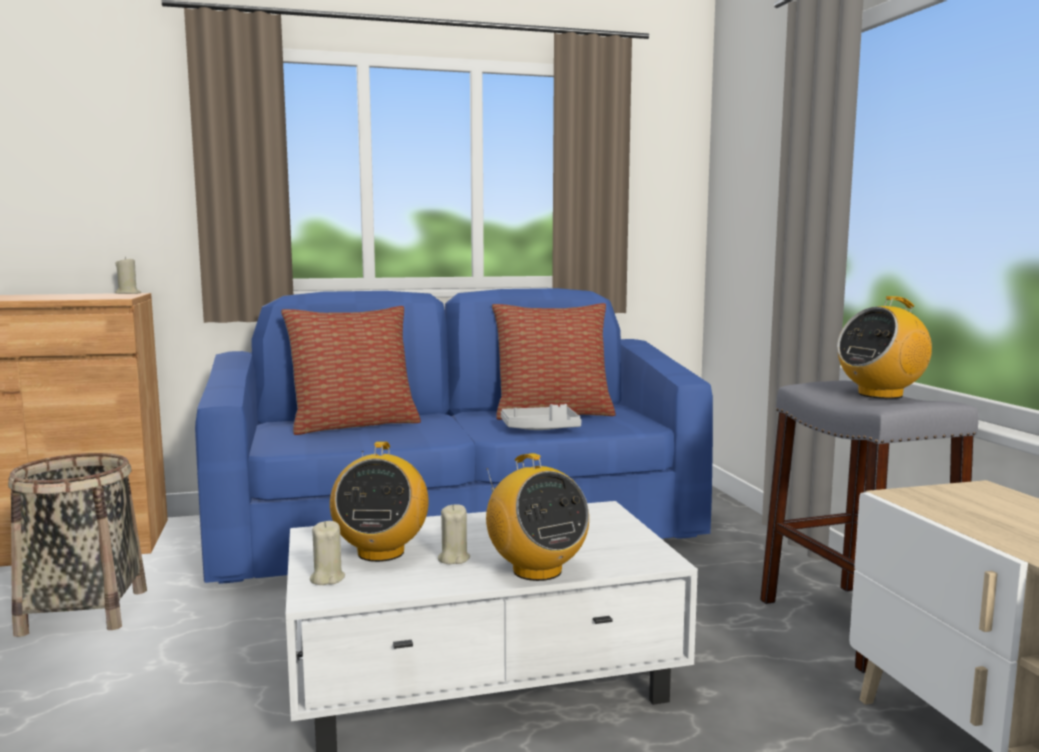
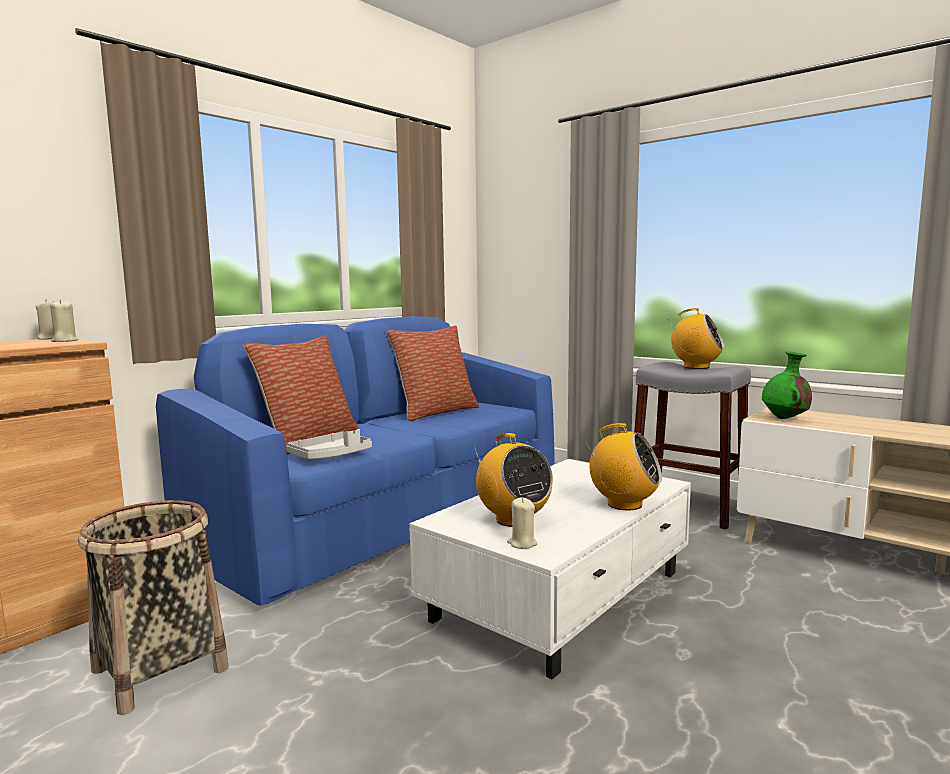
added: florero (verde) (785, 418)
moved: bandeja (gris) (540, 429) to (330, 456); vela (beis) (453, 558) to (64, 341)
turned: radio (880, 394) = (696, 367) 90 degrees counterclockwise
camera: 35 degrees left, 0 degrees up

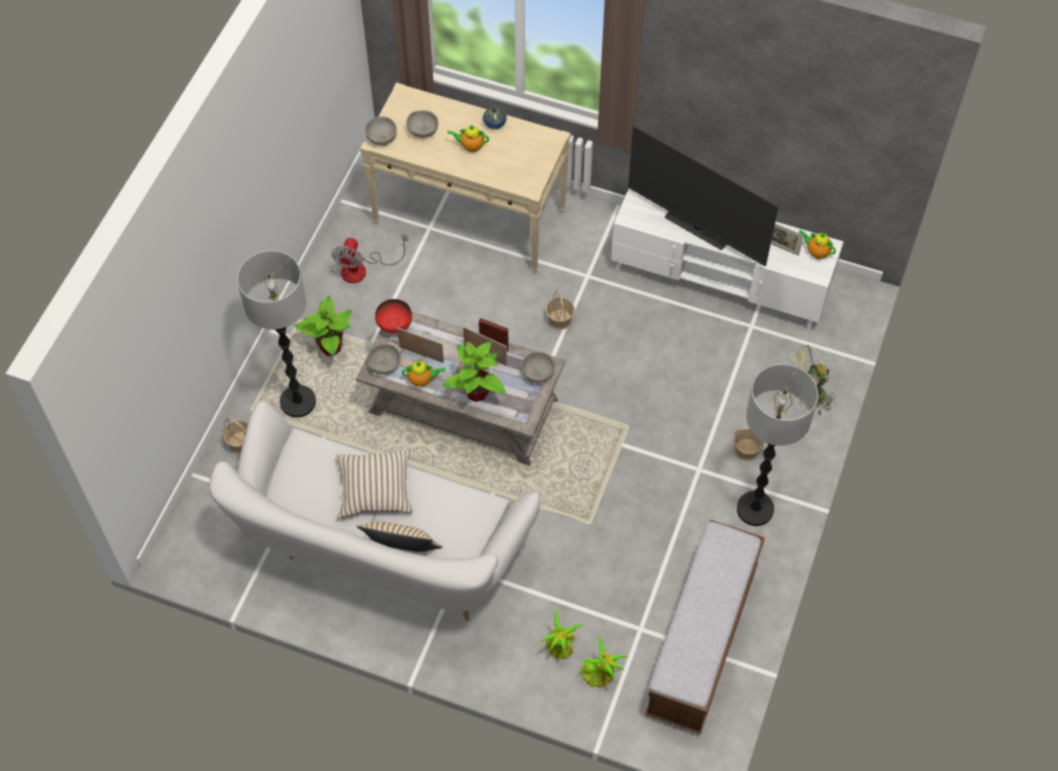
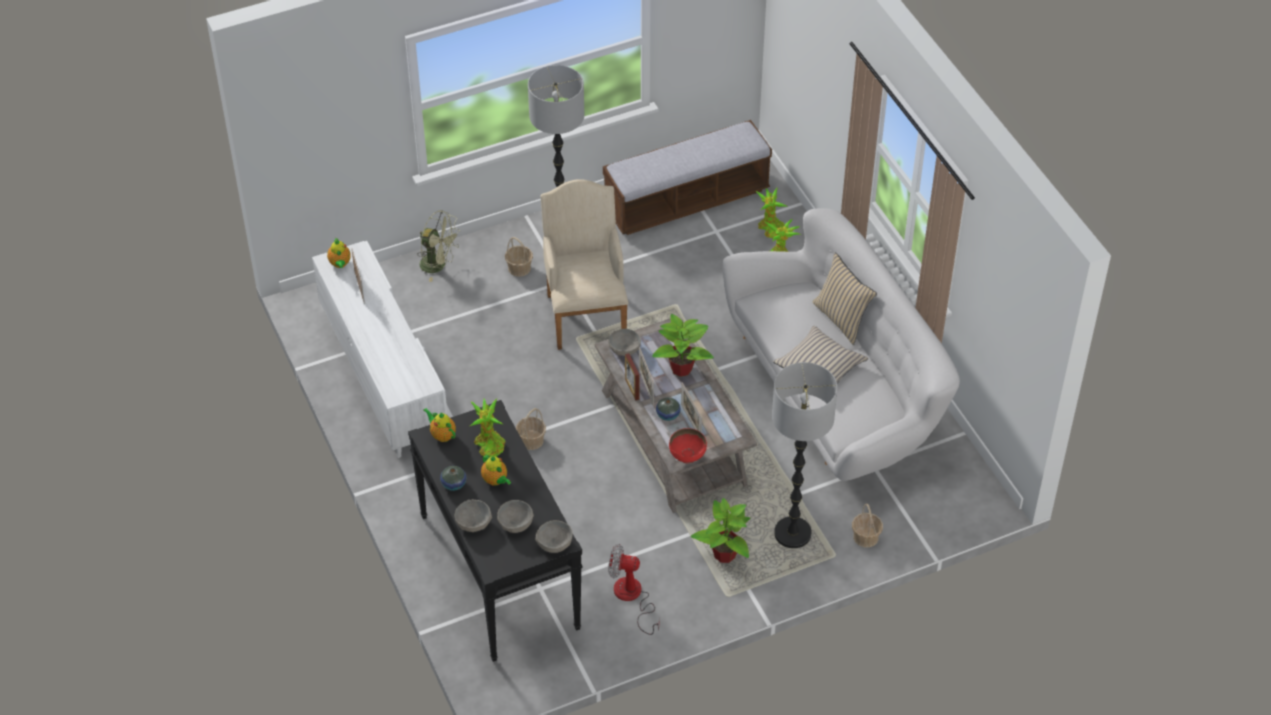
removed: televisor (696, 229)
added: sillón (beis) (585, 312); florero (668, 415); planta en maceta (488, 444)
moved: cuenco (gris) (384, 365) to (473, 523); tetera (422, 380) to (442, 435)
recoloured: mesa consola (beis) (470, 217) to mesa consola (negro) (498, 571)
turned: ventilador (362, 269) = (632, 597) 135 degrees counterclockwise
camera: 135 degrees left, 10 degrees down

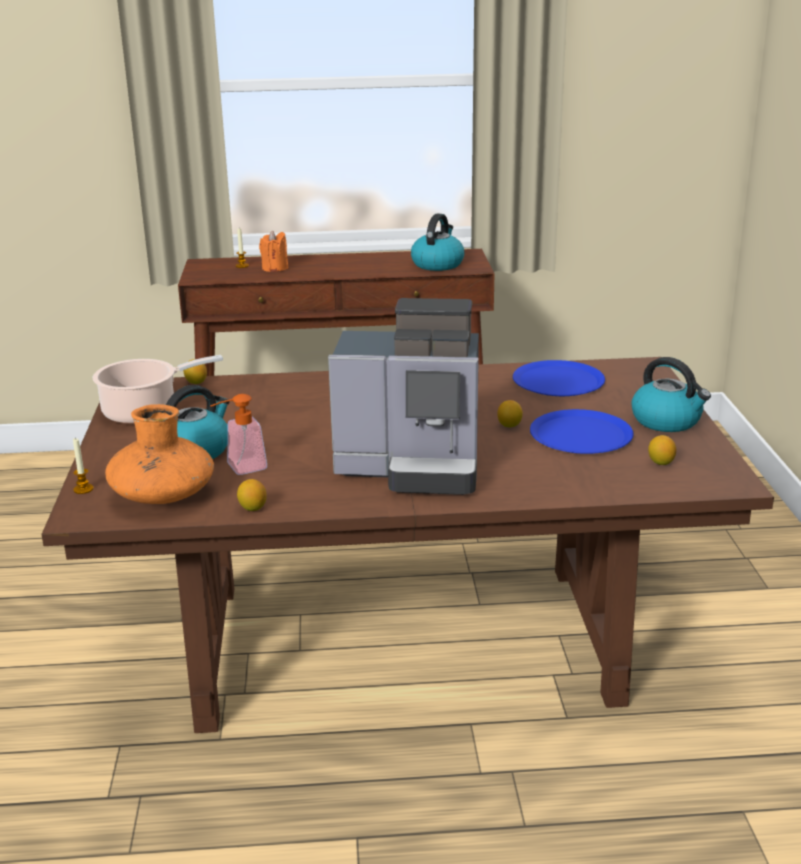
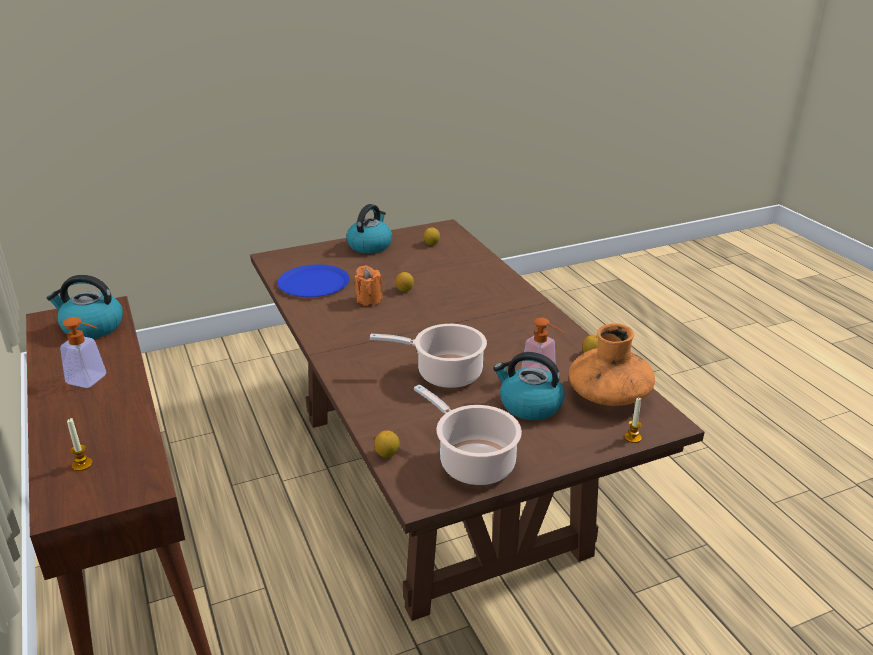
removed: cafetera (413, 468); plato (azul) (580, 434)
added: dispensador de jabón (92, 380); olla (444, 373)
moved: vela (naranja) (275, 268) to (368, 300)
camera: 110 degrees left, 5 degrees up

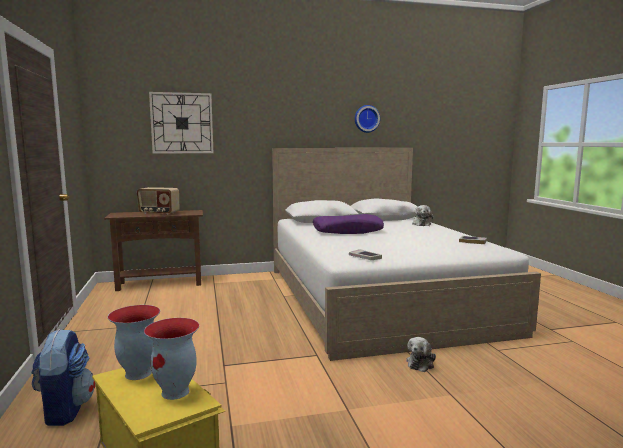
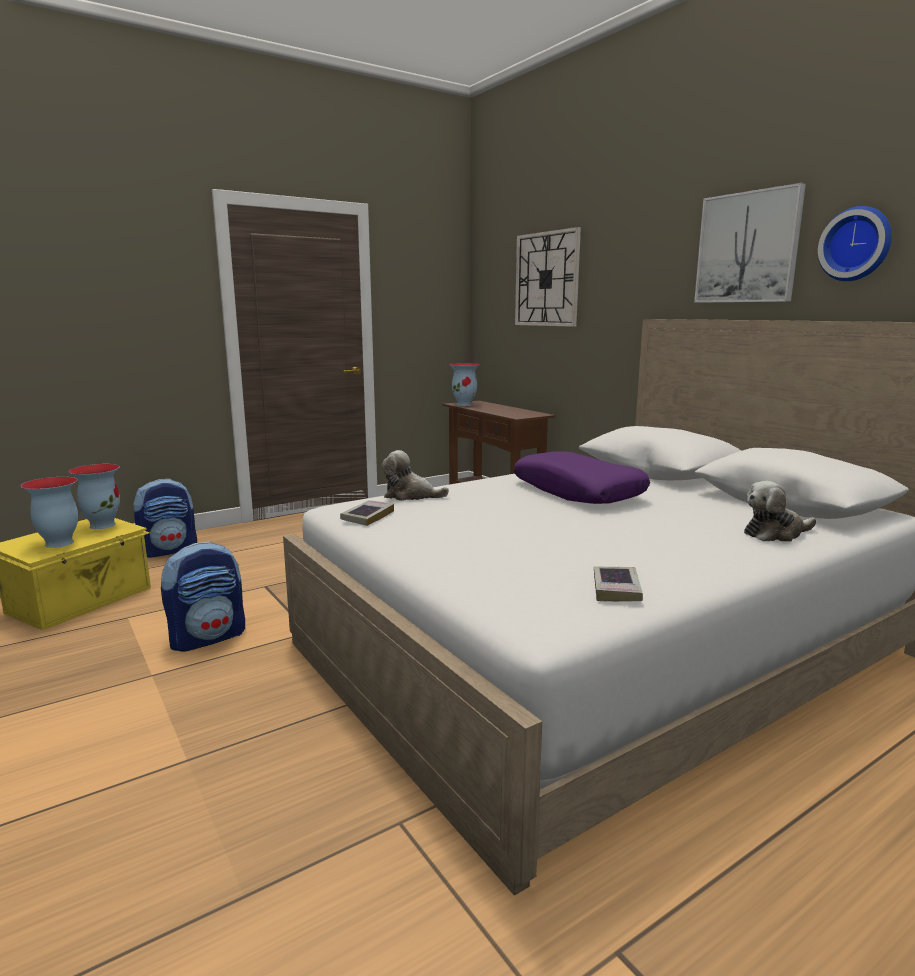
removed: radio (159, 213)
added: cuadro (747, 248); florero (464, 404); mochila (208, 637)
moved: peluche (421, 363) to (410, 496)
camera: 70 degrees right, 5 degrees up

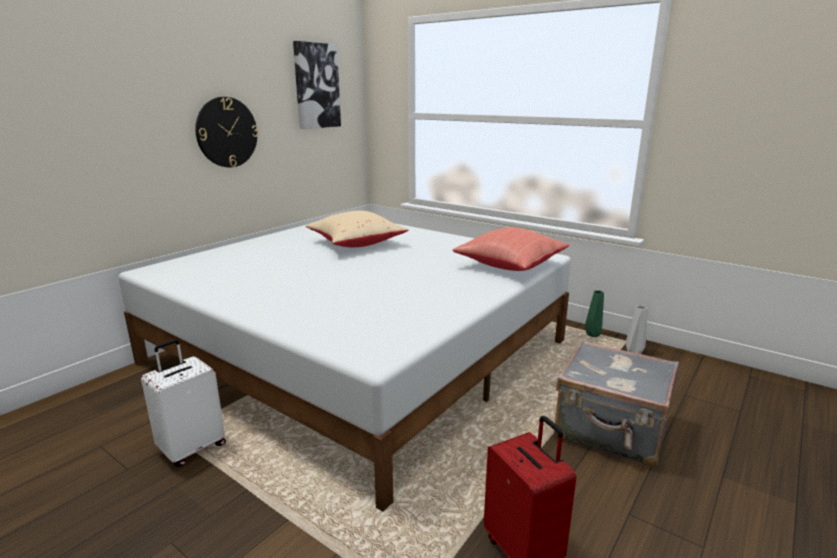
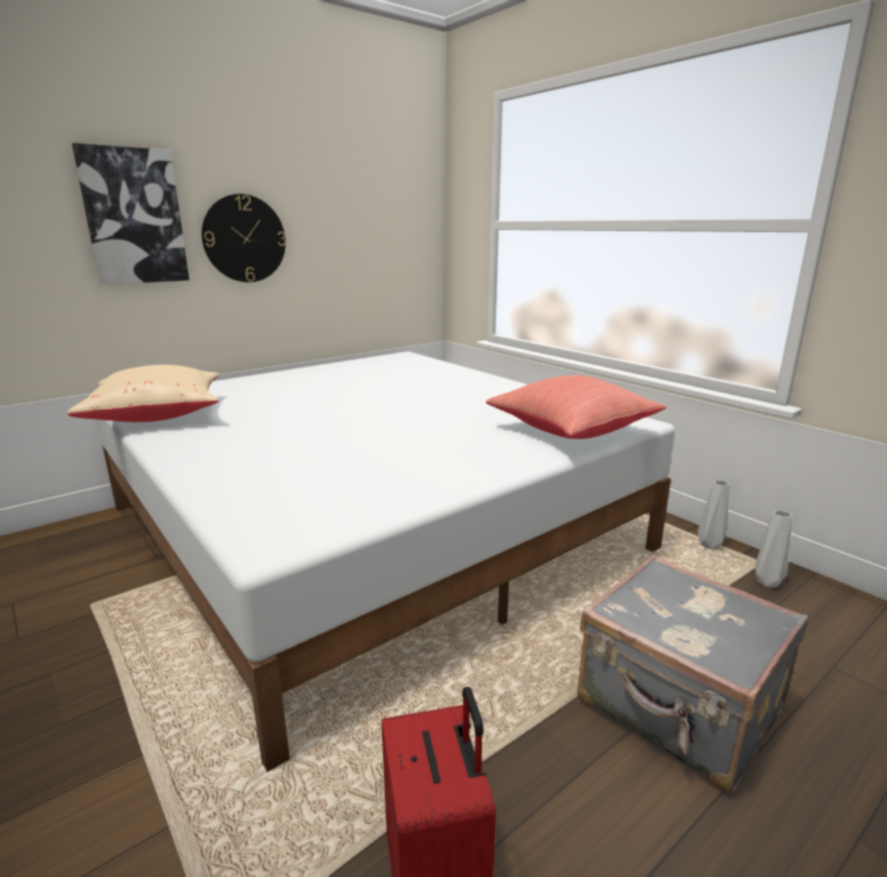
removed: maleta (blanco) (192, 448)
moved: cuadro (316, 86) to (134, 217); cojín (beis) (356, 244) to (158, 416)
recoloured: florero (verde) (593, 335) to florero (gris) (710, 546)
camera: 15 degrees right, 0 degrees up

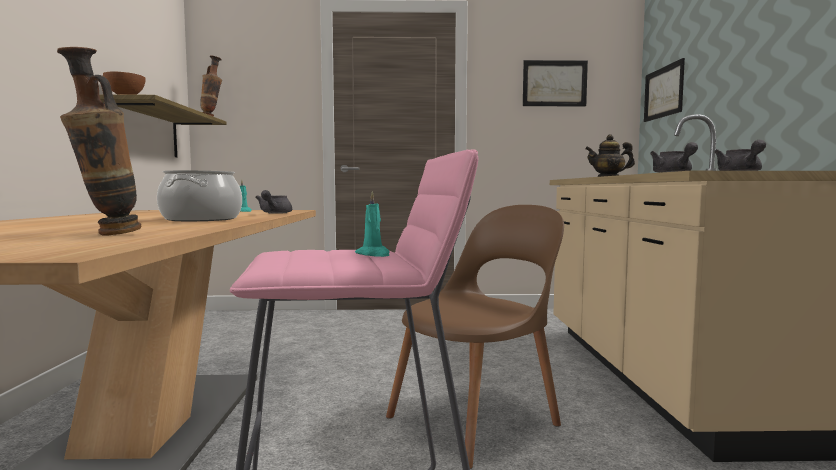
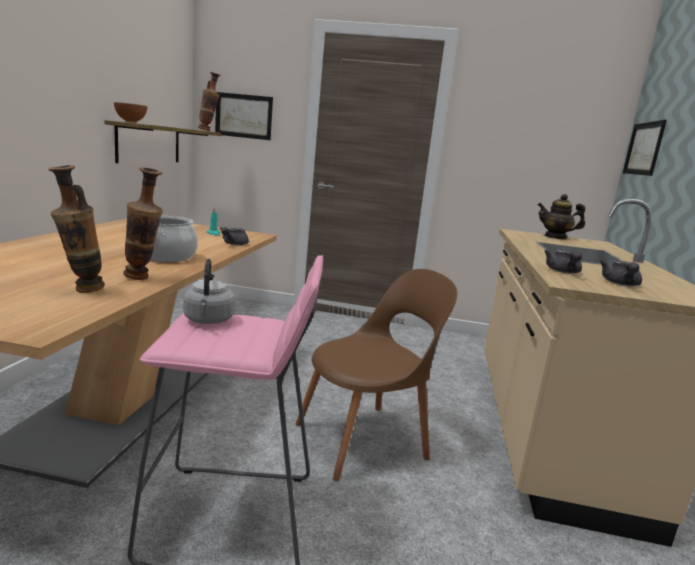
removed: vela (turquesa) (374, 254)
added: florero (143, 279); hervidor (gris) (208, 321)
moved: cuadro (554, 83) to (243, 116)
camera: 10 degrees right, 10 degrees up

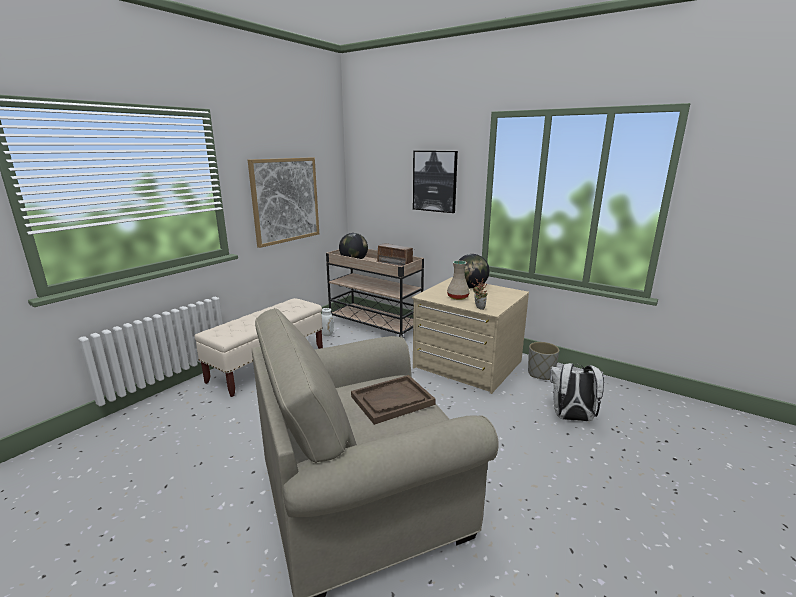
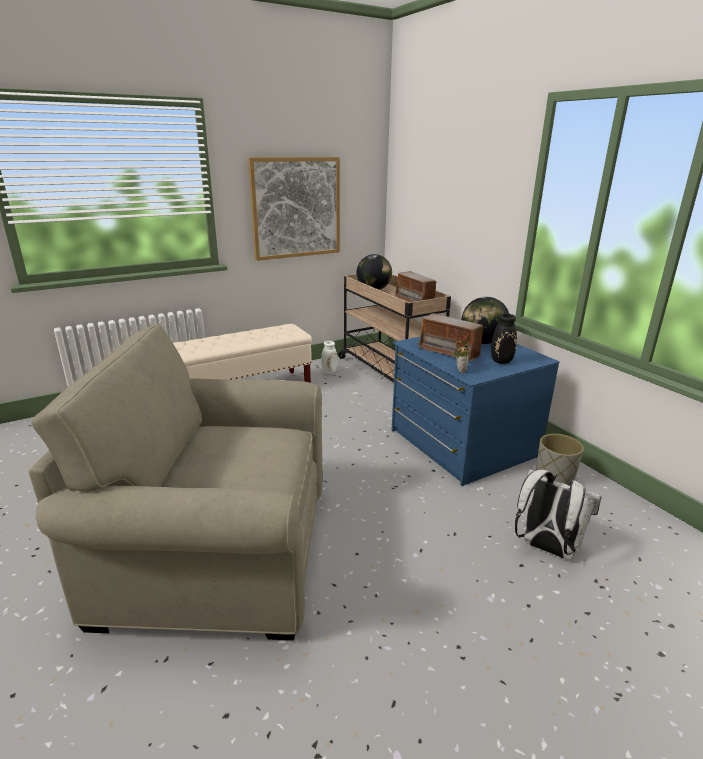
removed: cuadro (435, 181); bandeja (marrón) (392, 400)
added: florero (negro) (502, 361)
replaced: florero (beis) (458, 297) to radio (449, 352)
recoloured: cómoda (beis) (467, 365) to cómoda (azul) (461, 443)
camera: 25 degrees right, 5 degrees up

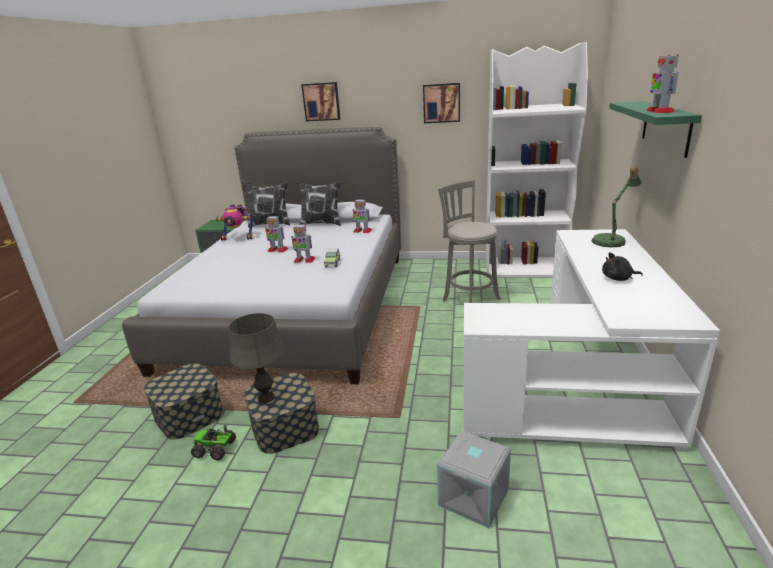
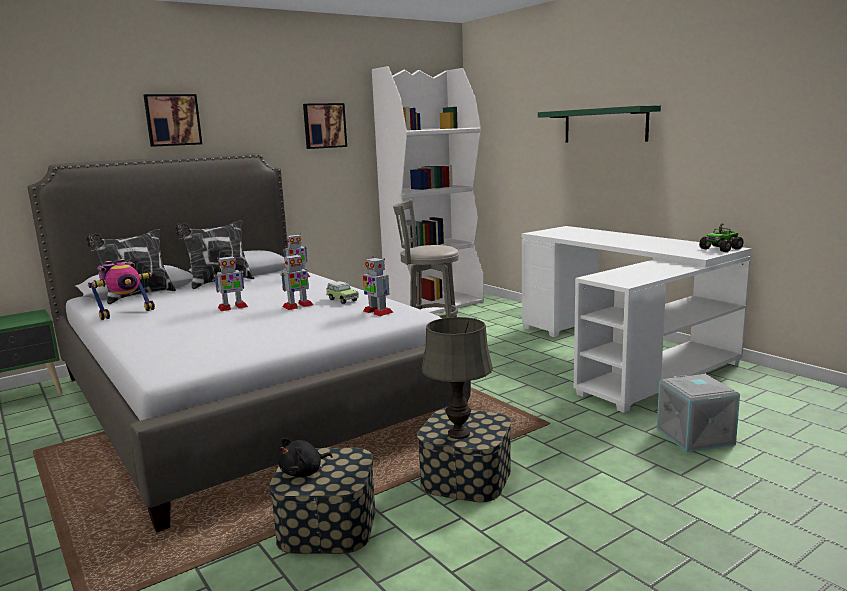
removed: lámpara de mesa (611, 240)
moved: robot de juguete (659, 111) to (377, 312); peluche (negro) (618, 278) to (304, 472); camión de juguete (215, 449) to (721, 249)
camera: 45 degrees left, 10 degrees down

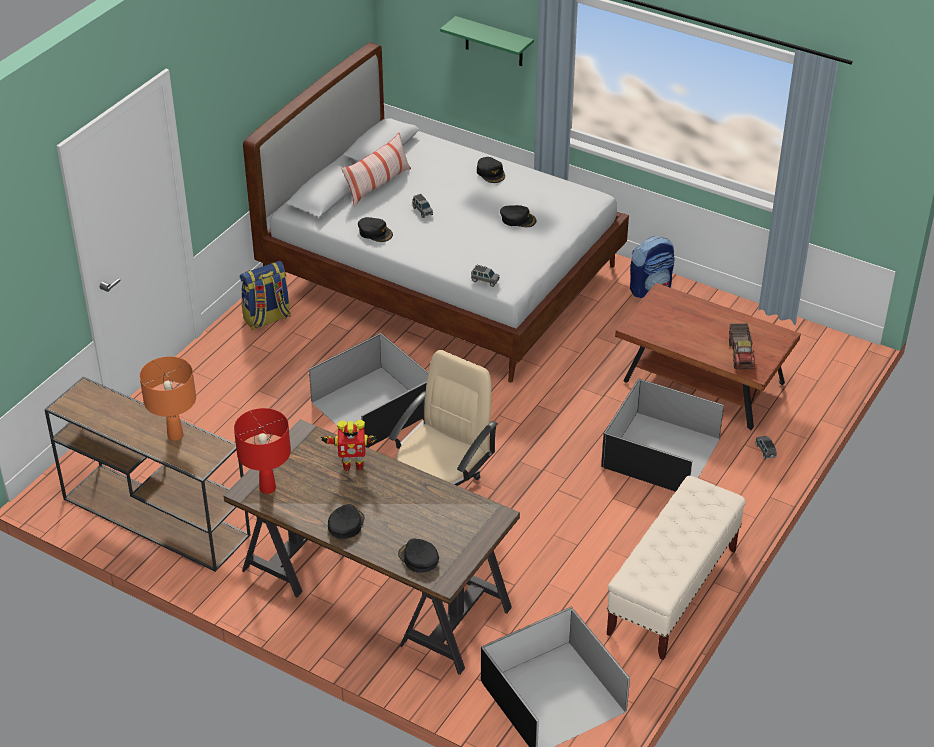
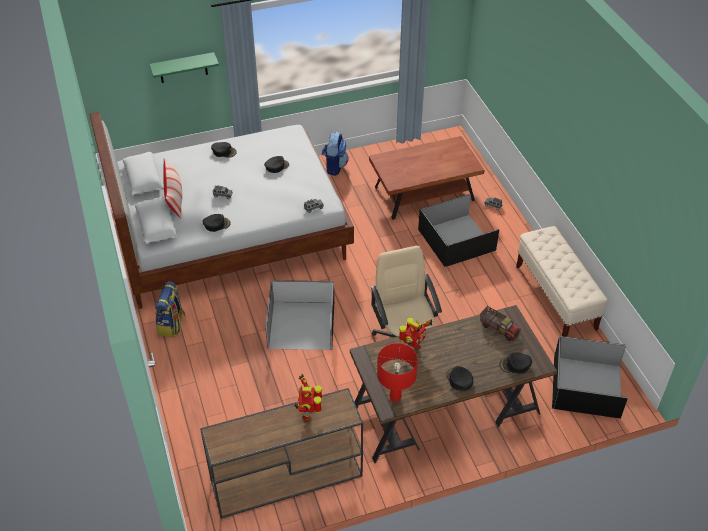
moved: camión de juguete (741, 355) to (499, 329)
replaced: lámpara de mesa (naranja) (175, 435) to robot de juguete (308, 413)
camera: 50 degrees left, 5 degrees up

